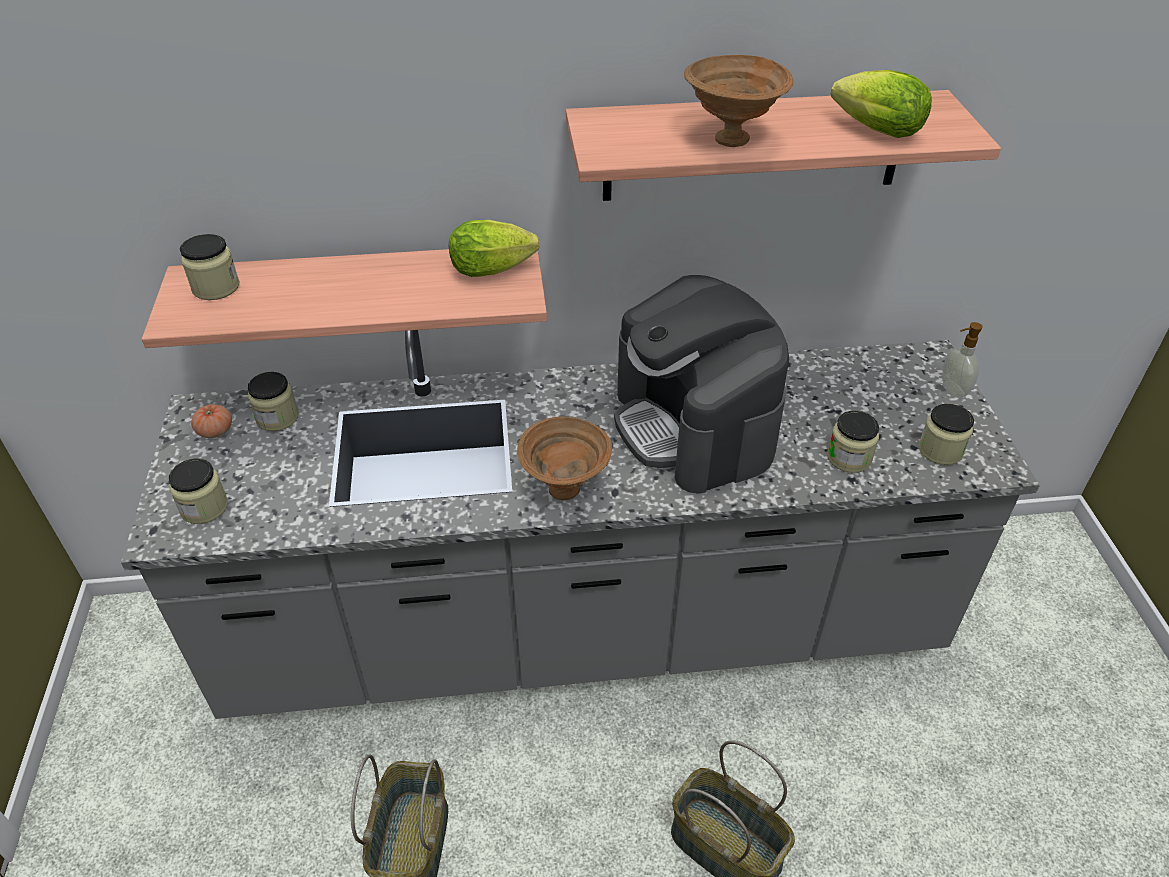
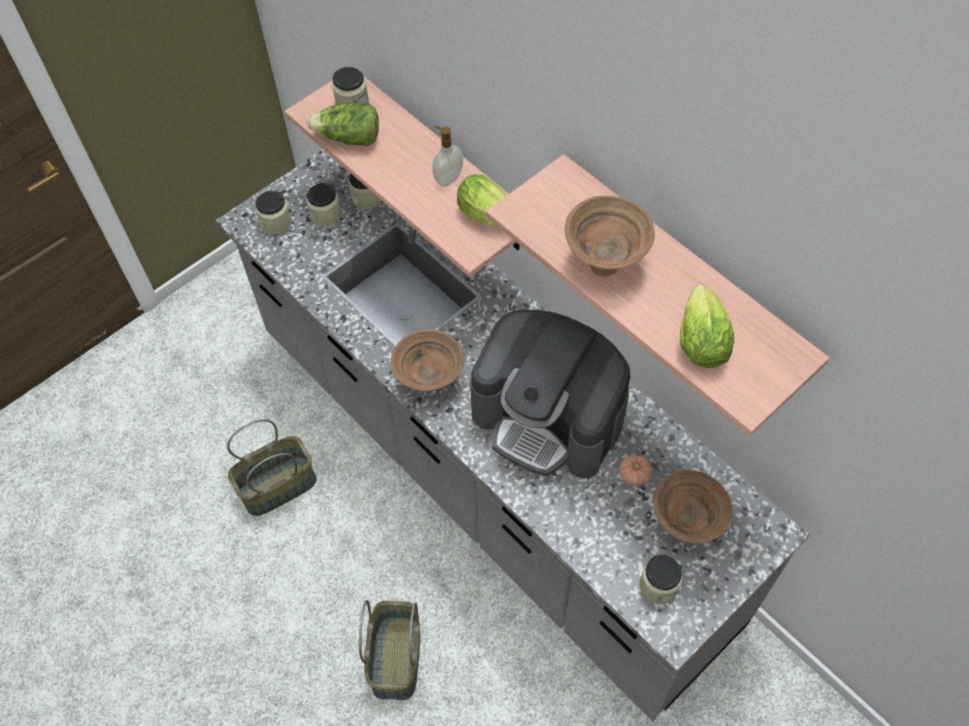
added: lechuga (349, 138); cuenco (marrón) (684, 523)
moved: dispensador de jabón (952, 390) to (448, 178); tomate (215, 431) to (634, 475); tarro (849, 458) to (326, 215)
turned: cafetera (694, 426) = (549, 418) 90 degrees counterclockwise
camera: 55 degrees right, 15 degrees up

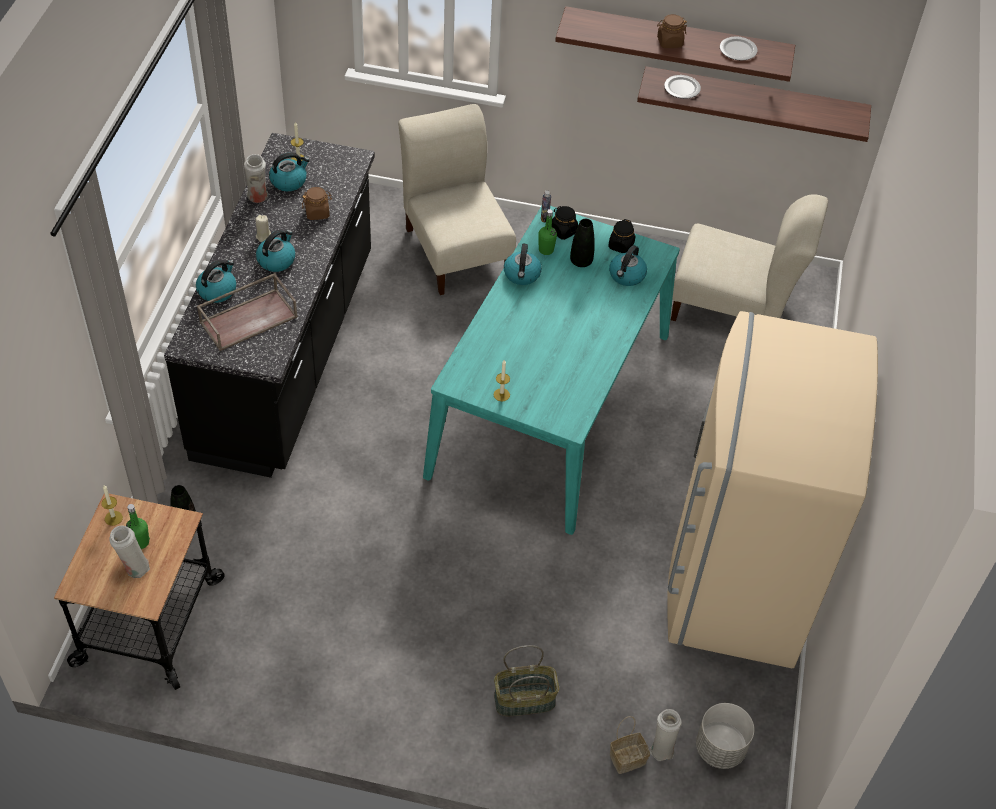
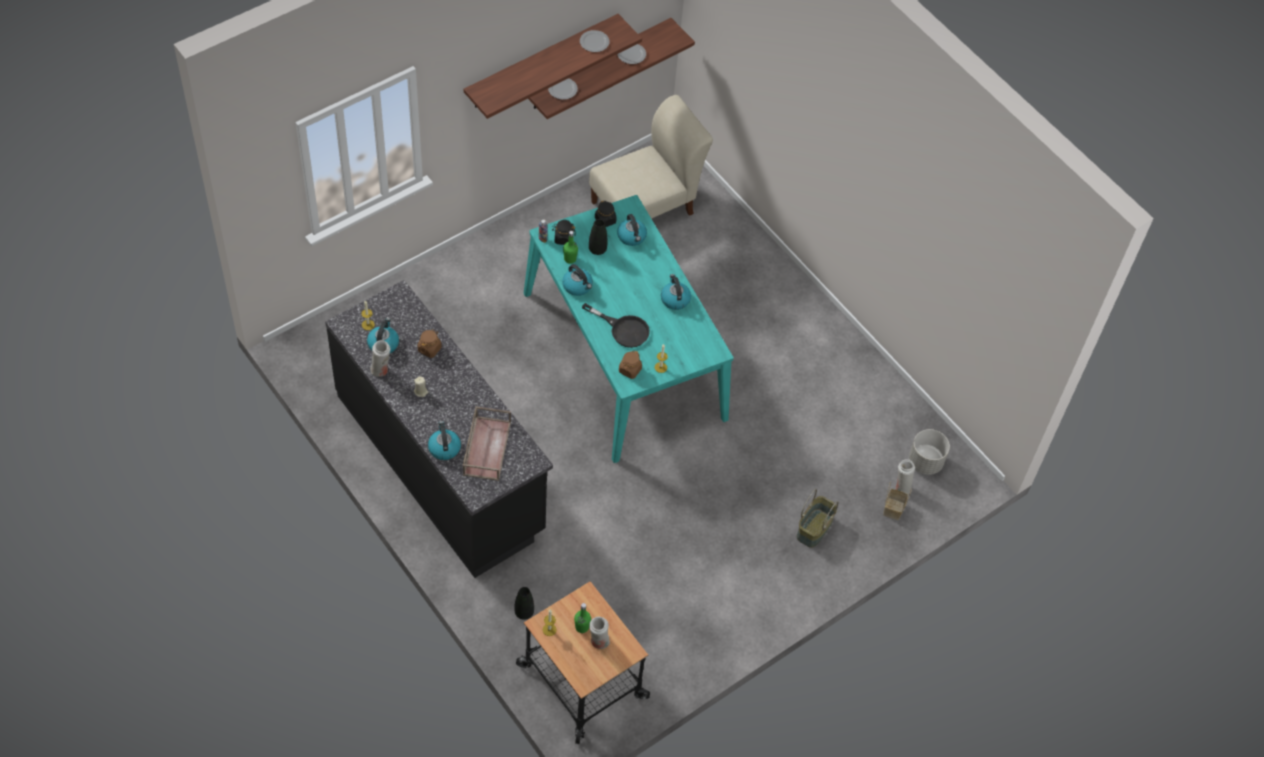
removed: silla (beis) (456, 249); nevera (beis) (735, 580)
added: plato (632, 54); sartén (negro) (623, 329)
moved: tarro (marrón) (669, 42) to (630, 370); hervidor (276, 260) to (675, 299)
camera: 50 degrees left, 5 degrees up

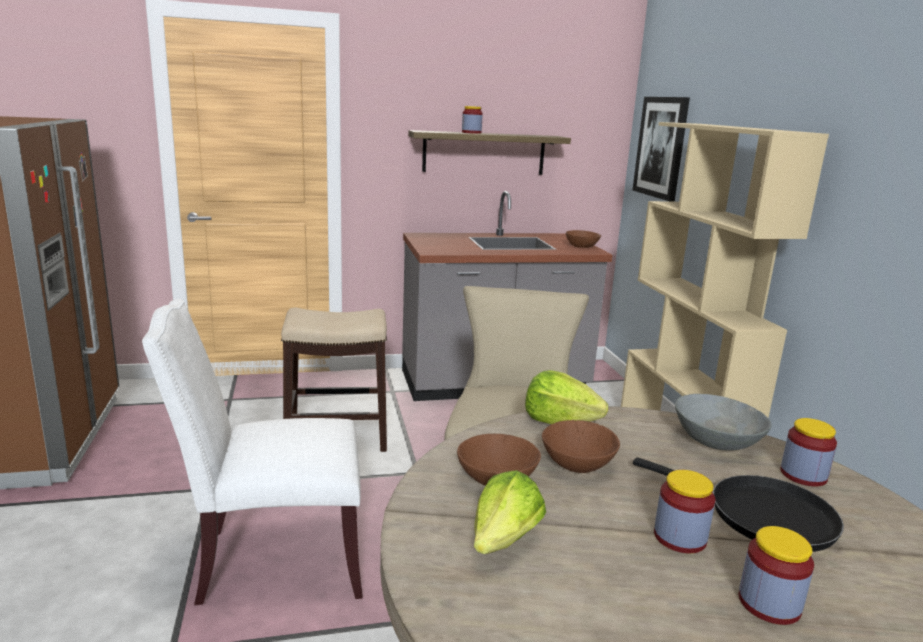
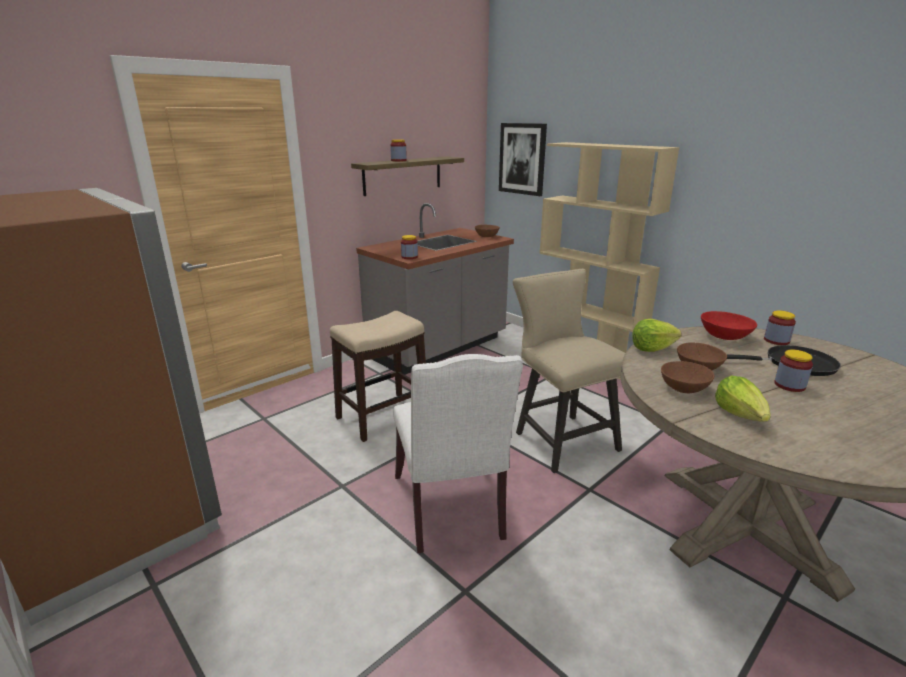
moved: tarro (769, 603) to (409, 257)
recoloured: cuenco (gris) (715, 442) to cuenco (rojo) (724, 336)
turned: silla (blanco) (274, 560) = (452, 509) 60 degrees counterclockwise
camera: 30 degrees left, 5 degrees up

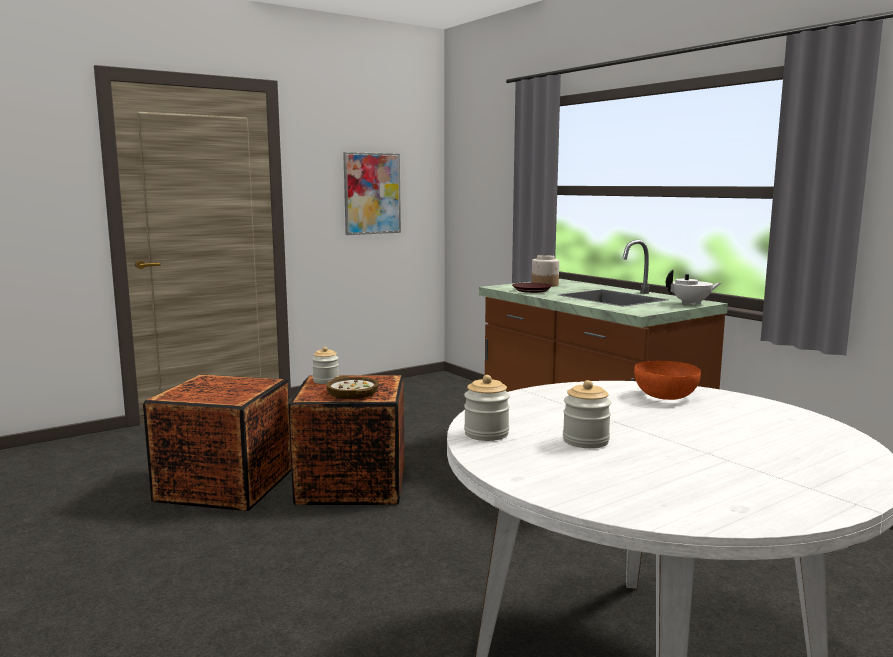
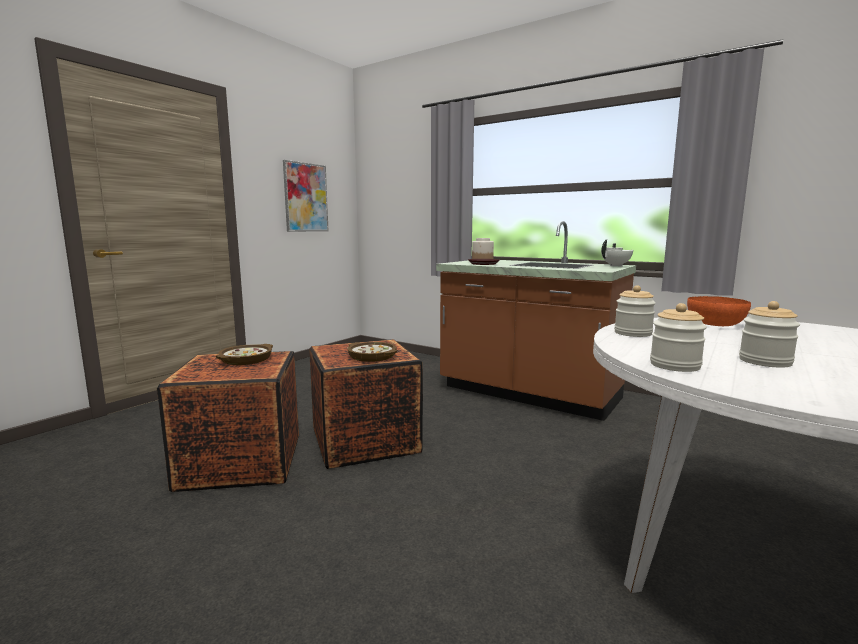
added: cuenco (245, 359)
moved: tarro (326, 381) to (633, 333)
camera: 20 degrees left, 0 degrees up

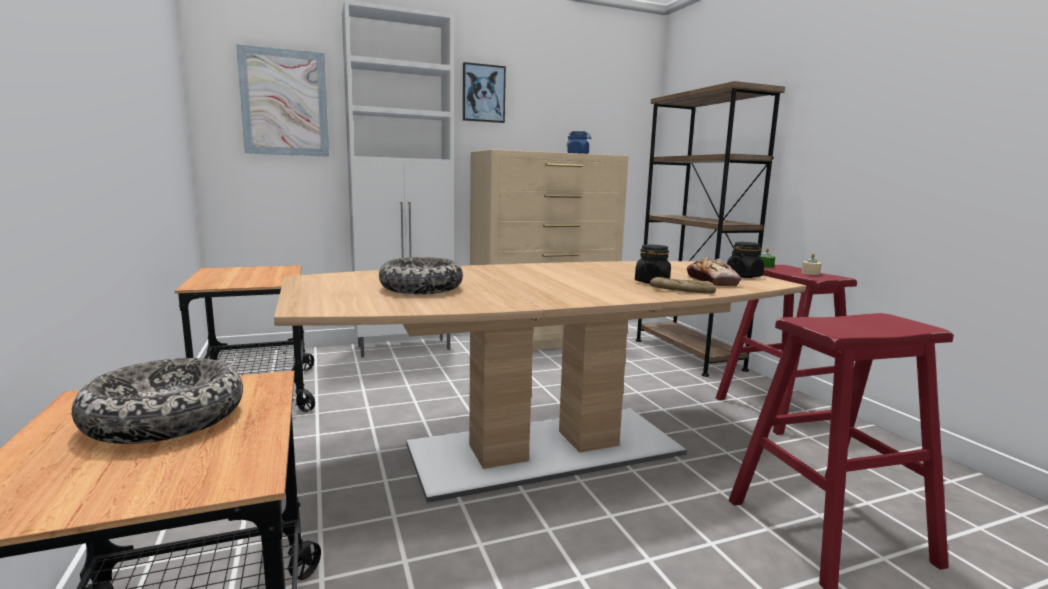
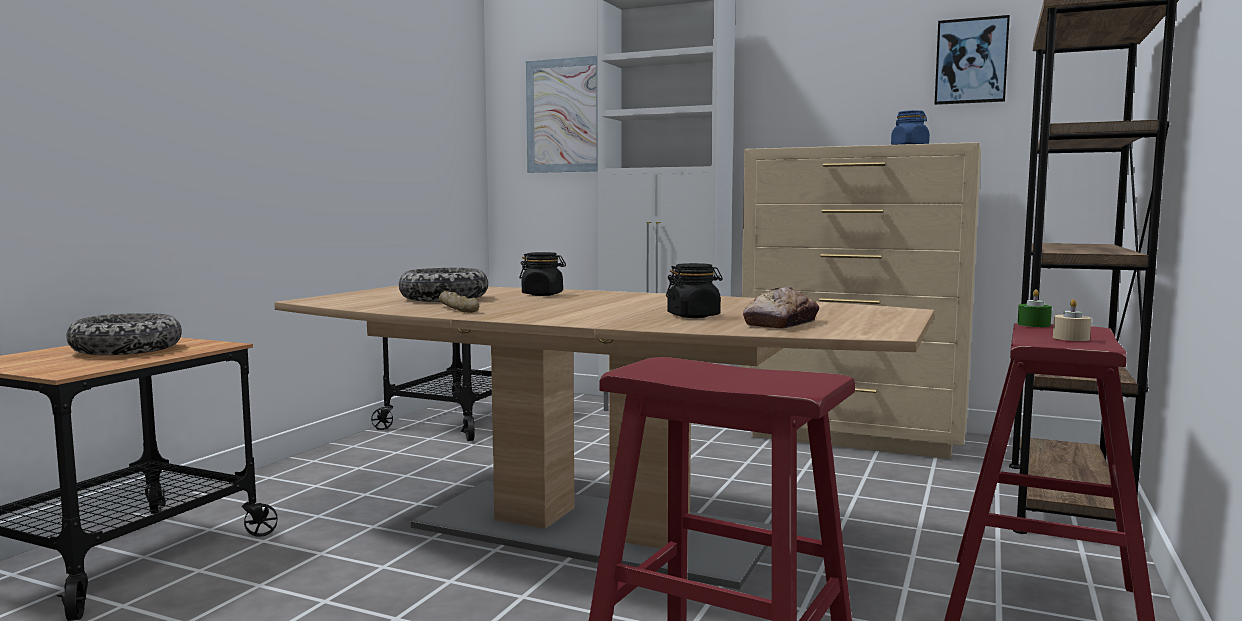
moved: cuadro (483, 93) to (971, 61); tarro (negro) (744, 276) to (542, 294); pan (682, 291) to (458, 309)
camera: 45 degrees right, 5 degrees down

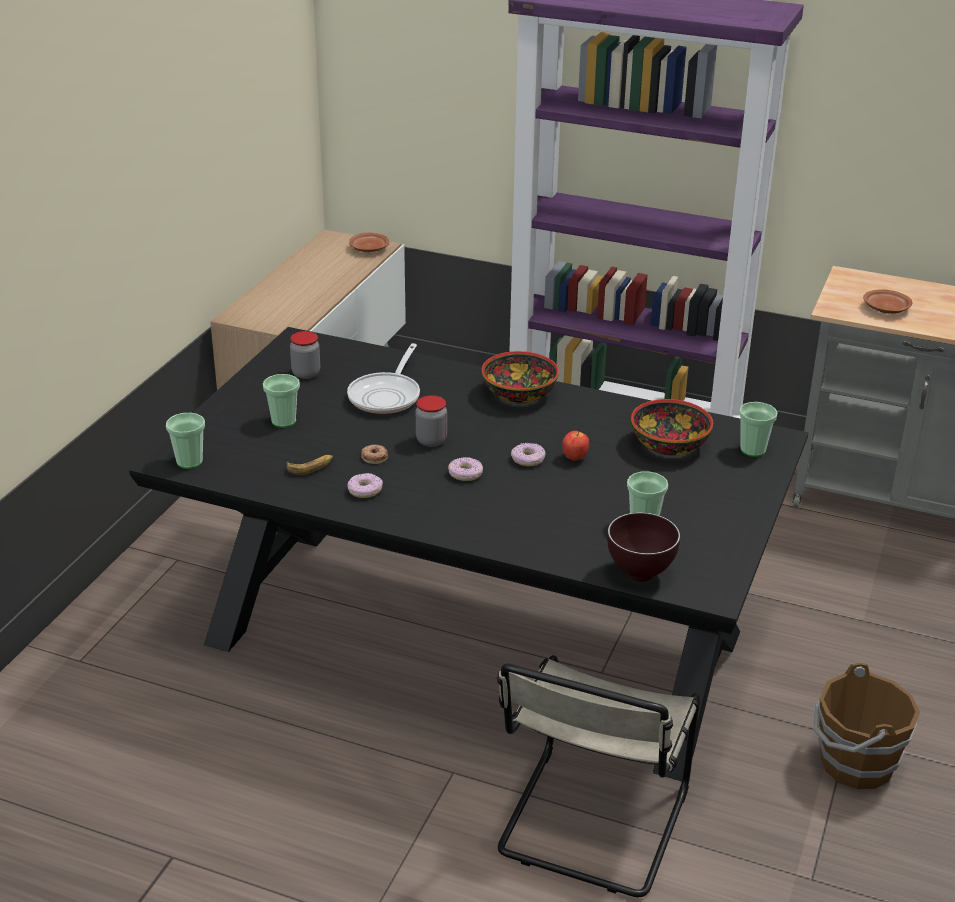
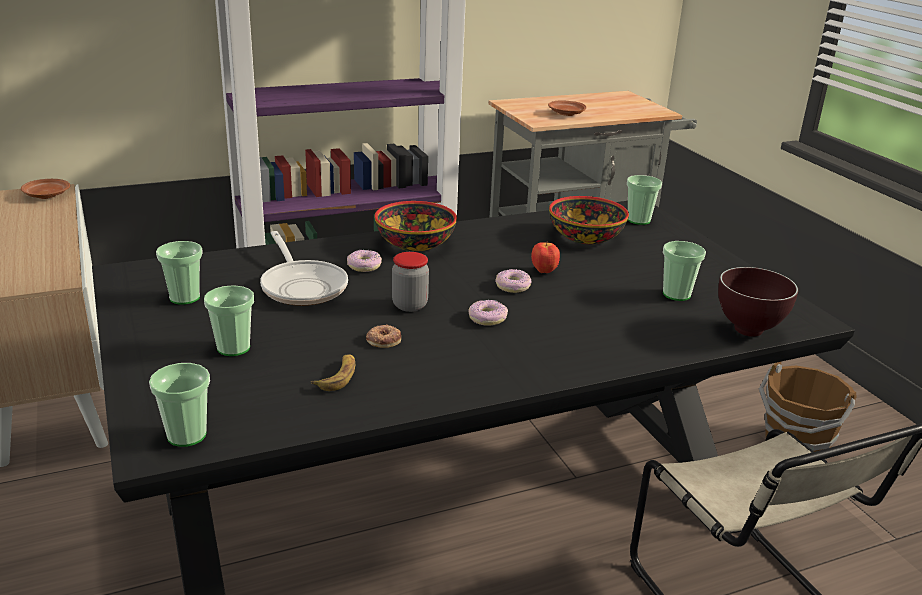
moved: rosquilla (364, 490) to (364, 266)
replaced: tarro (306, 373) to taza (184, 297)
camera: 45 degrees left, 5 degrees down

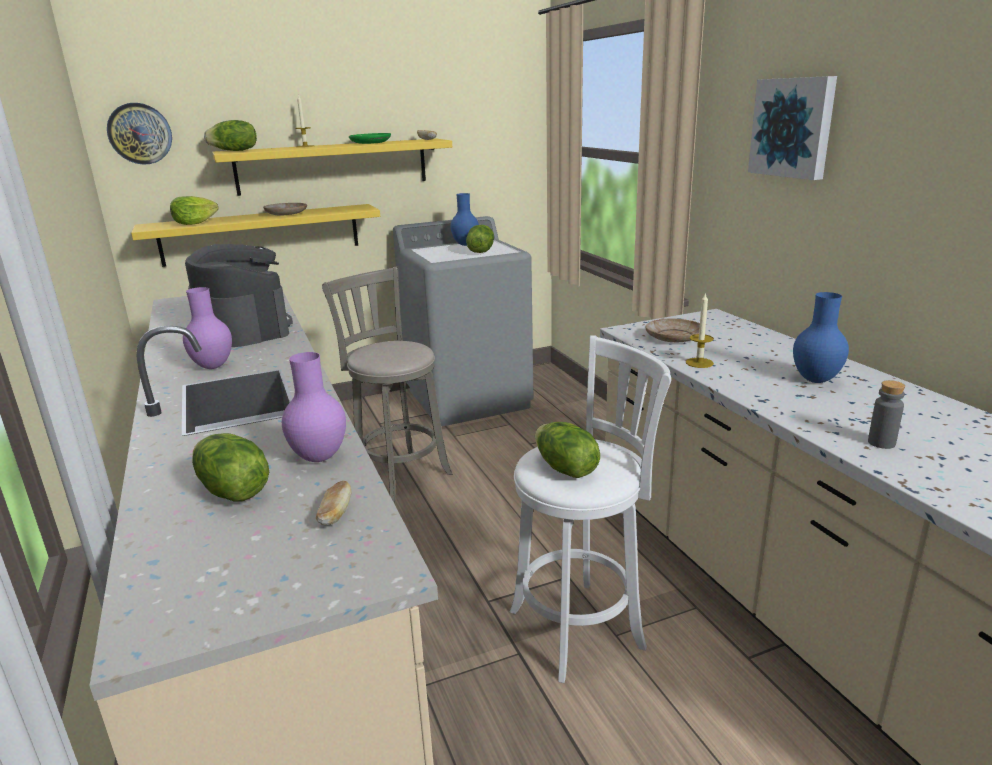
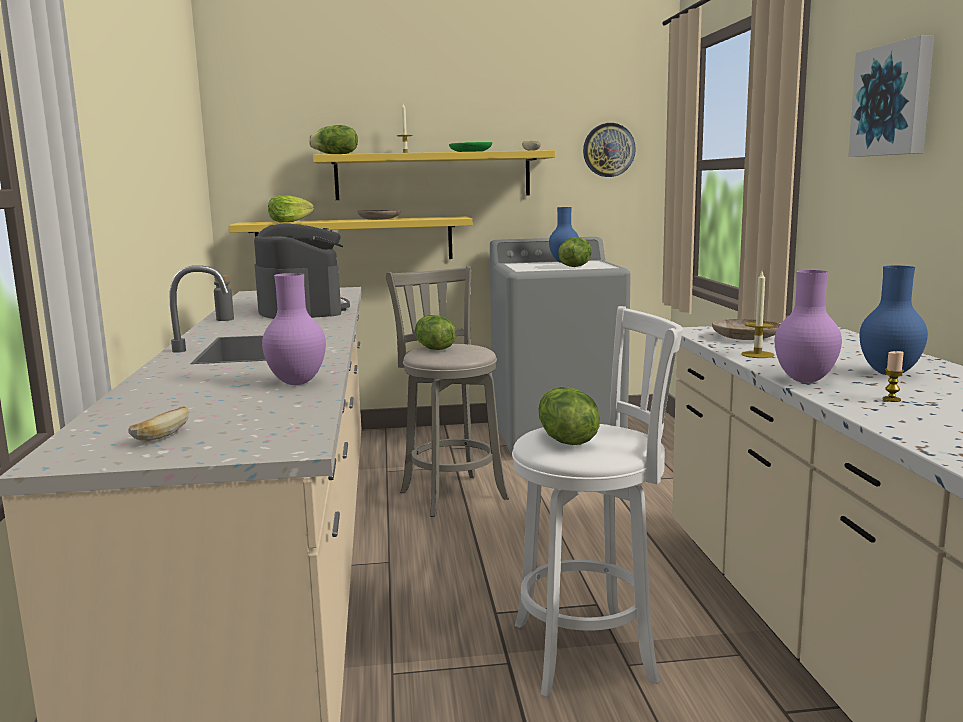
added: vela (891, 399)
moved: reloj de pared (140, 133) to (608, 150); florero (morado) (212, 367) to (804, 381); botella (gris) (881, 443) to (225, 319); lechuga (232, 491) to (433, 349); pan (335, 514) to (161, 437)
camera: 15 degrees right, 10 degrees down

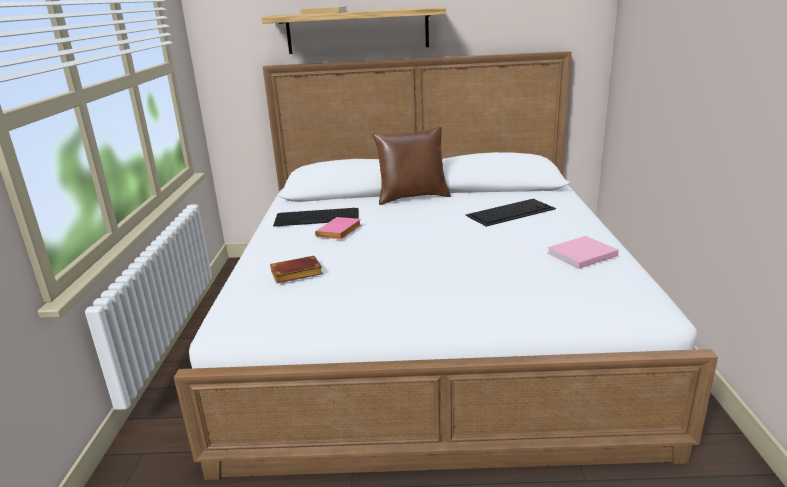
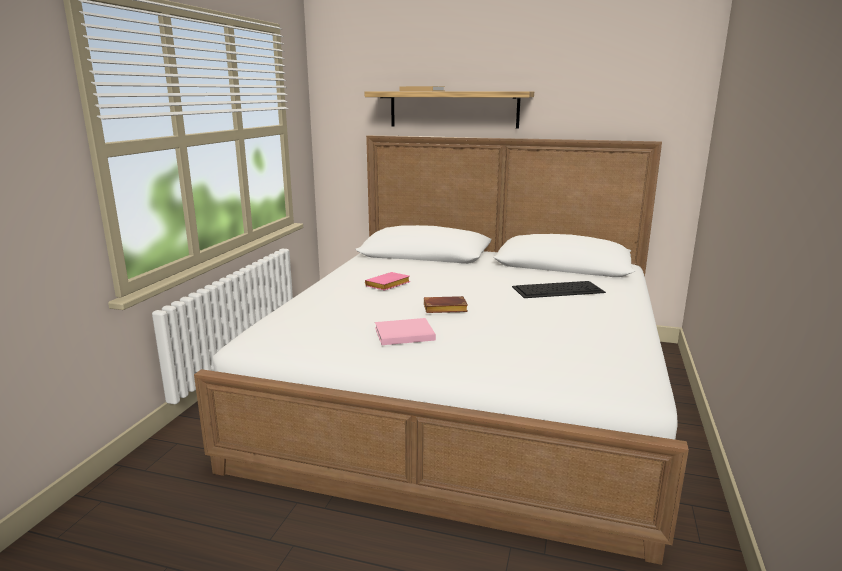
removed: cojín (marrón) (413, 197); teclado (318, 217)
moved: libro (rosa) (580, 255) to (402, 334); libro (marrón) (295, 275) to (444, 309)
camera: 15 degrees right, 5 degrees down

